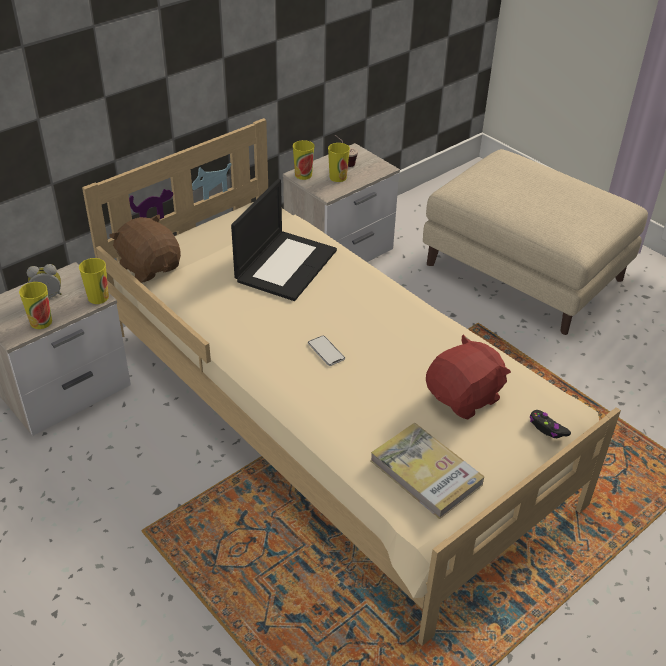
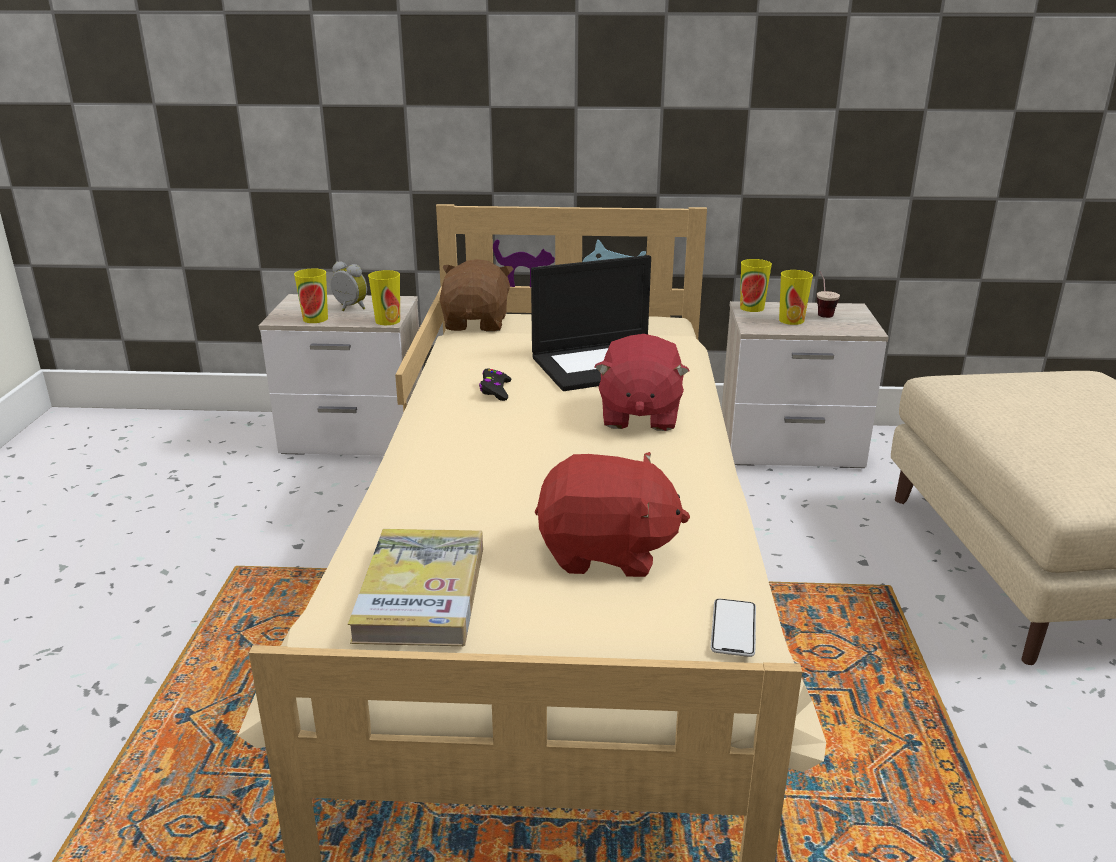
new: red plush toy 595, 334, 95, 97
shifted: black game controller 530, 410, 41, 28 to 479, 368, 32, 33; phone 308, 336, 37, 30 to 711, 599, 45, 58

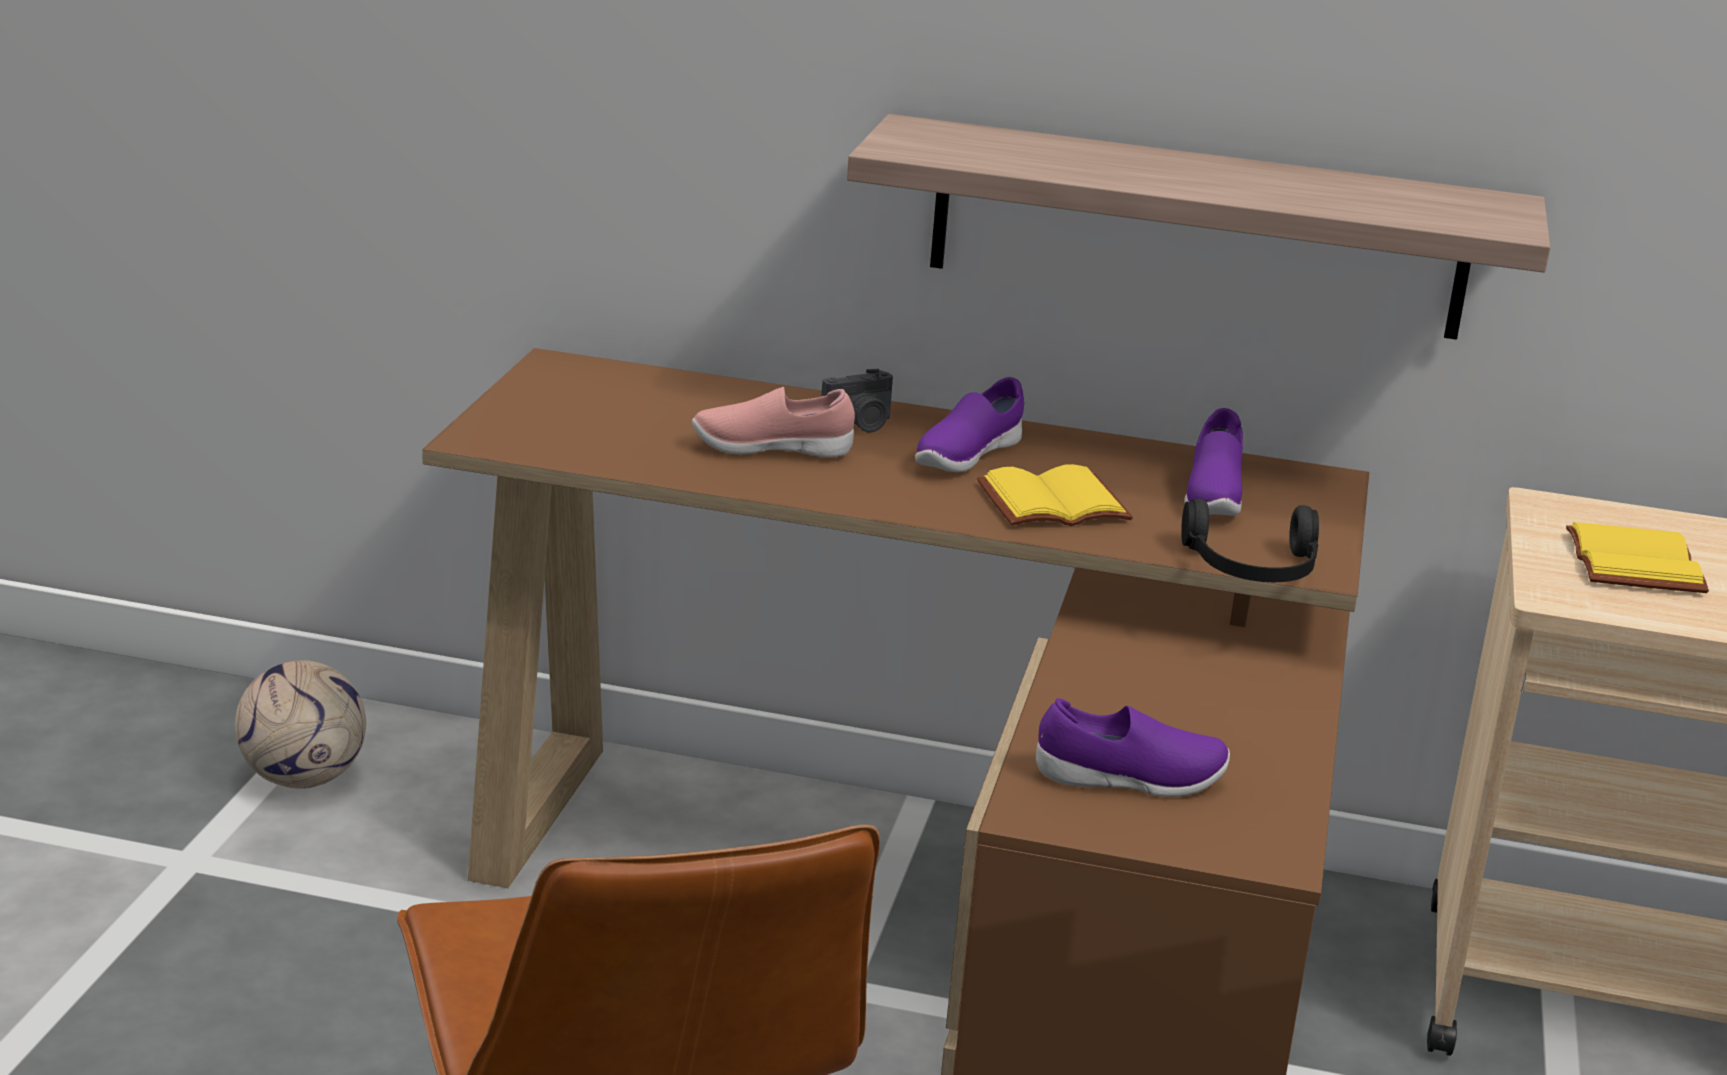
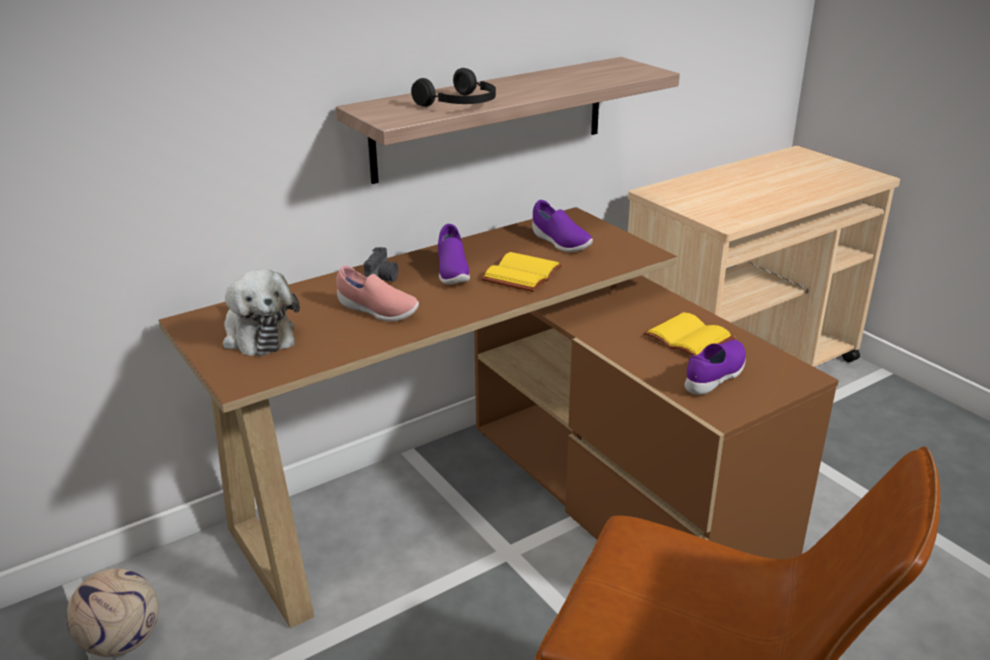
new: plush toy 223, 269, 77, 87
shifted: black headphones 1181, 499, 138, 83 to 411, 68, 85, 39; yellow book 1566, 522, 143, 71 to 643, 312, 92, 44
rotated: pink shoe 692, 387, 163, 70 = 336, 266, 83, 56 105 degrees counterclockwise

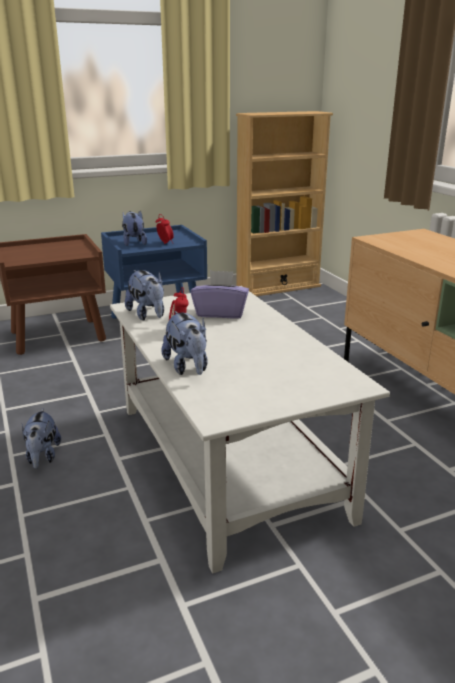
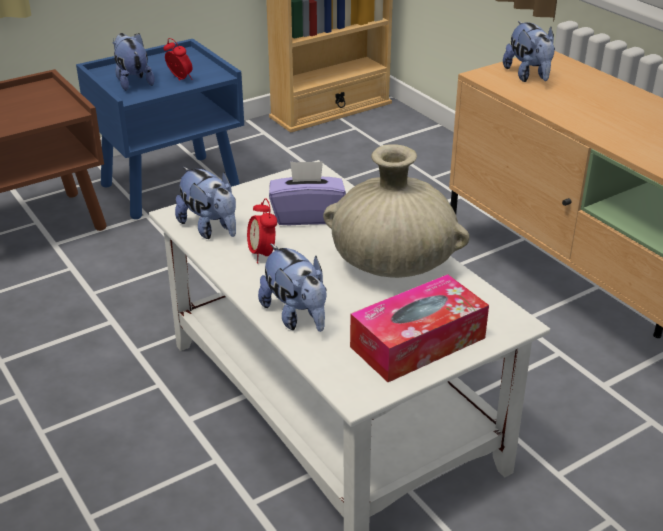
new: beige vase 323, 144, 147, 134; tissue box 350, 274, 139, 108
shifted: plush toy 22, 408, 39, 61 to 503, 21, 52, 61

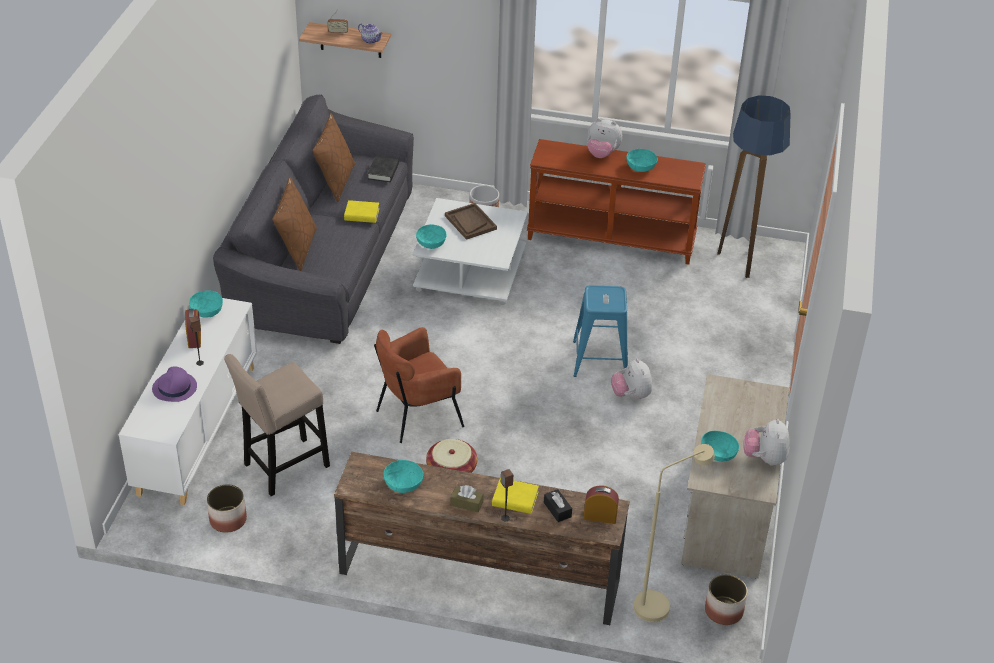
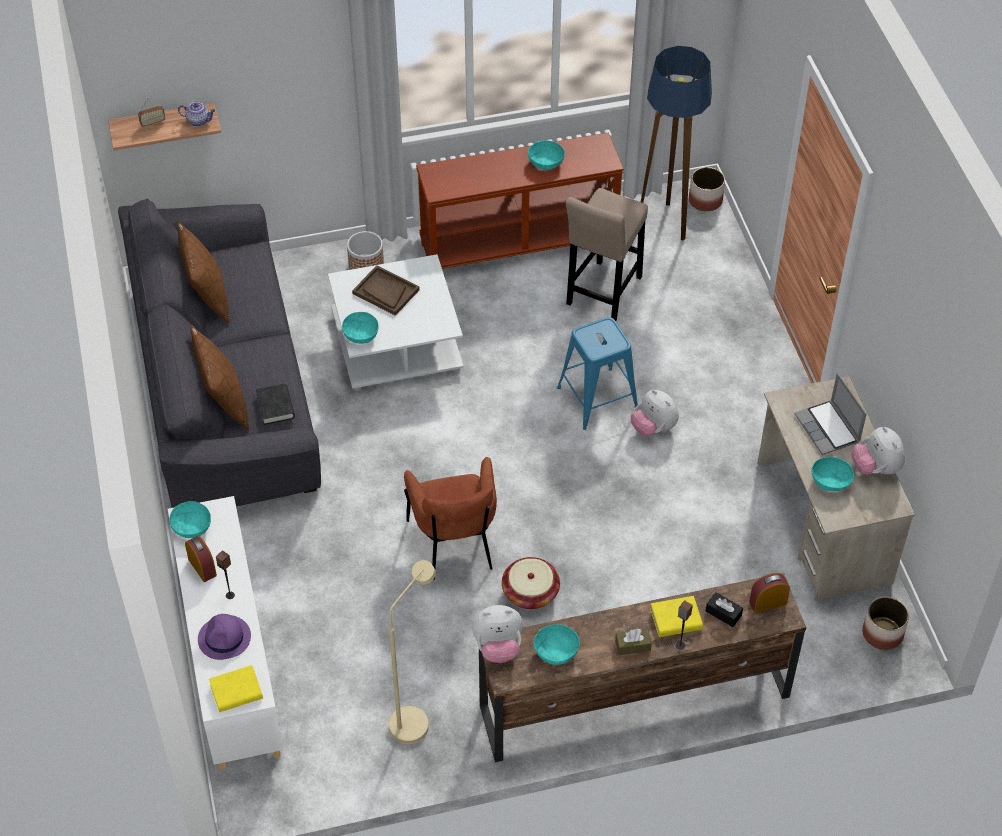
new: laptop 794, 373, 72, 82
shifted: yellow book 344, 200, 35, 23 to 209, 665, 54, 47; black book 368, 156, 31, 26 to 256, 384, 39, 41; beige floor lamp 634, 444, 81, 178 to 389, 560, 47, 184; plush toy 587, 119, 36, 39 to 472, 605, 51, 58; beige stool 224, 354, 106, 142 to 566, 188, 82, 133; planter 207, 484, 40, 49 to 689, 167, 36, 44
rotated: brown armchair 374, 327, 90, 116 = 404, 457, 93, 123 45 degrees counterclockwise

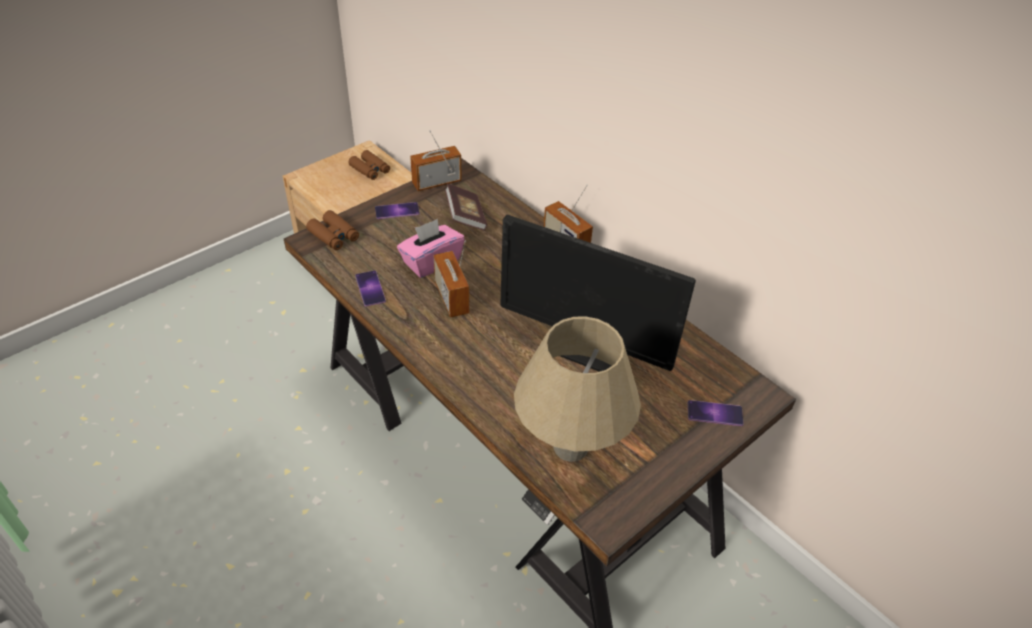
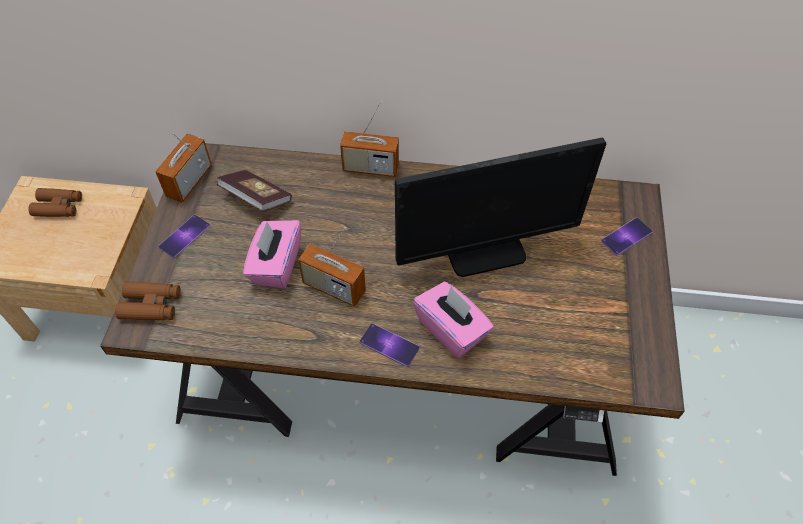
gone: beige table lamp 514, 316, 127, 146
new: pink tissue box 413, 282, 81, 76
shifted: phone 355, 270, 31, 36 to 359, 323, 61, 44

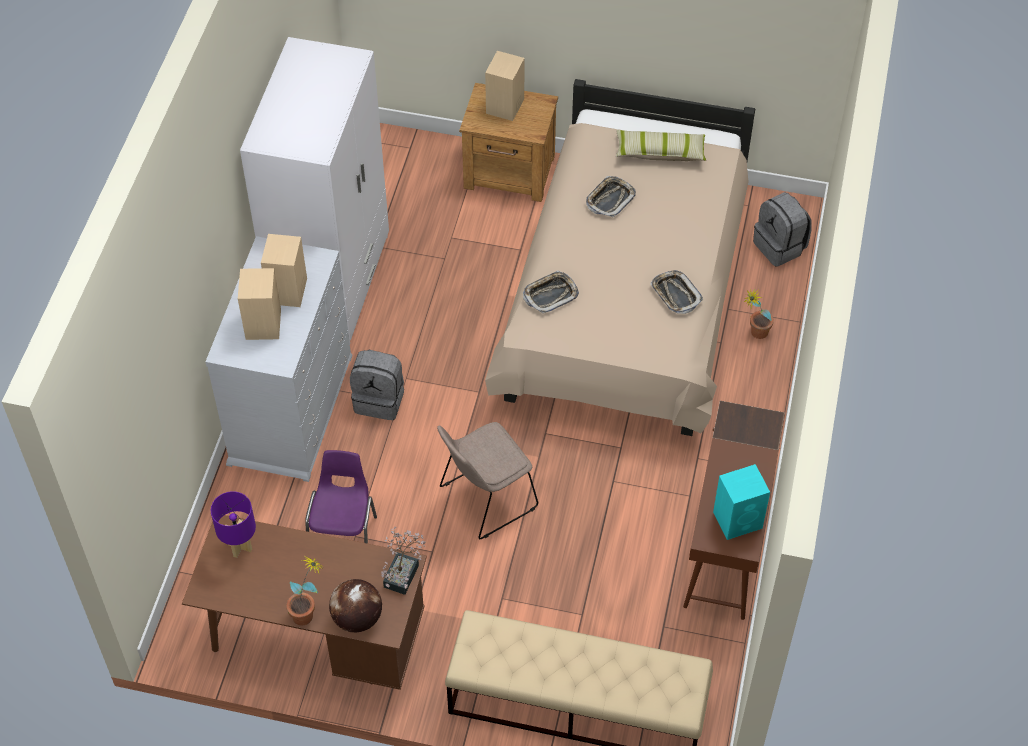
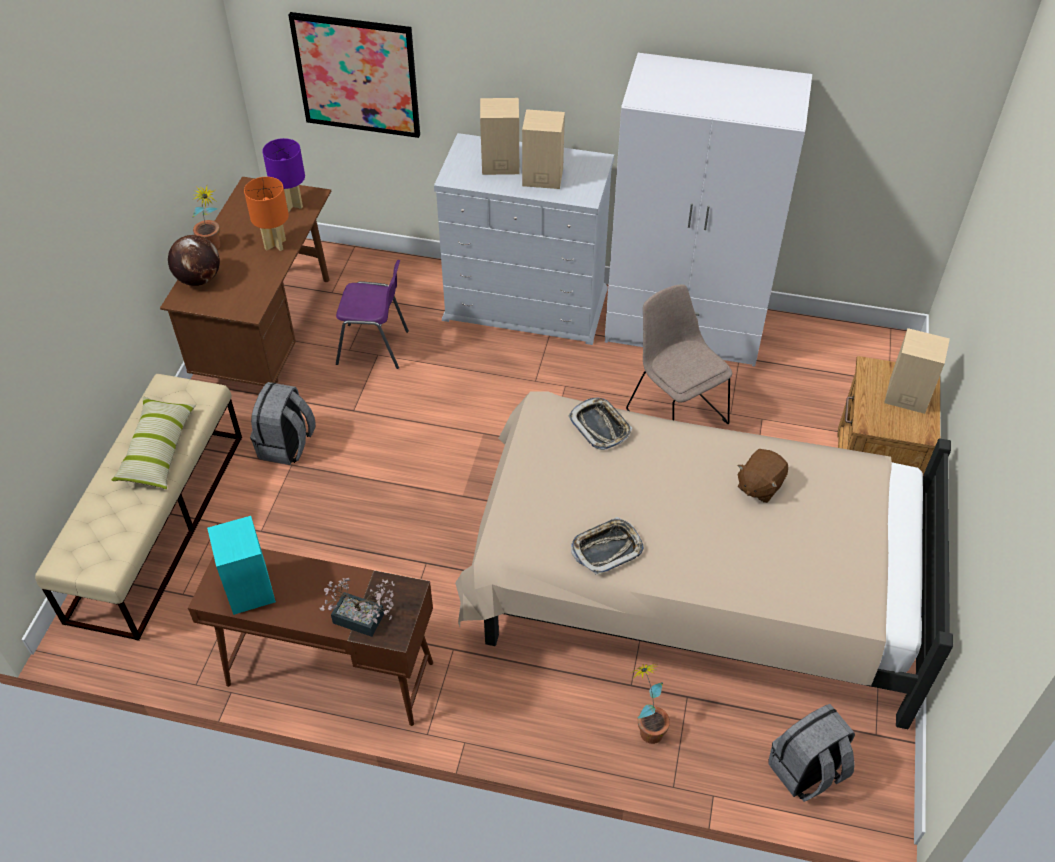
new: orange table lamp 244, 177, 45, 74; picture 288, 12, 132, 126
shifted: pillow 616, 130, 90, 31 to 111, 396, 85, 93; grey backpack 350, 350, 54, 70 to 250, 382, 66, 83; potted plant 381, 527, 45, 68 to 319, 578, 76, 59; beige chair 437, 422, 101, 117 to 626, 284, 106, 140
swapped: tray 586, 176, 50, 42 to brown plush toy 737, 449, 51, 54

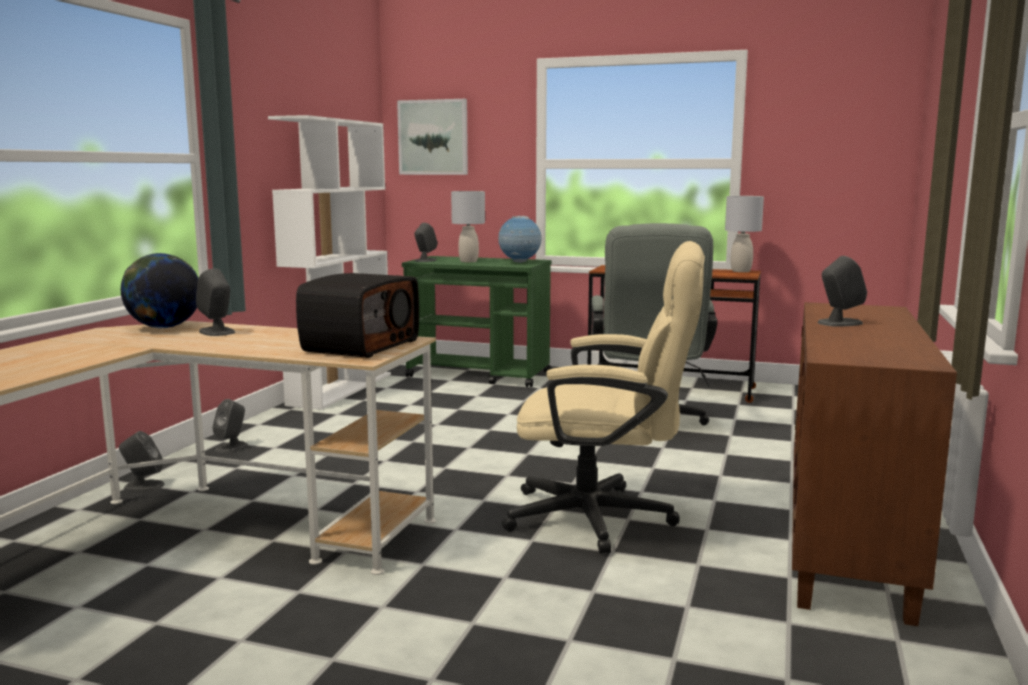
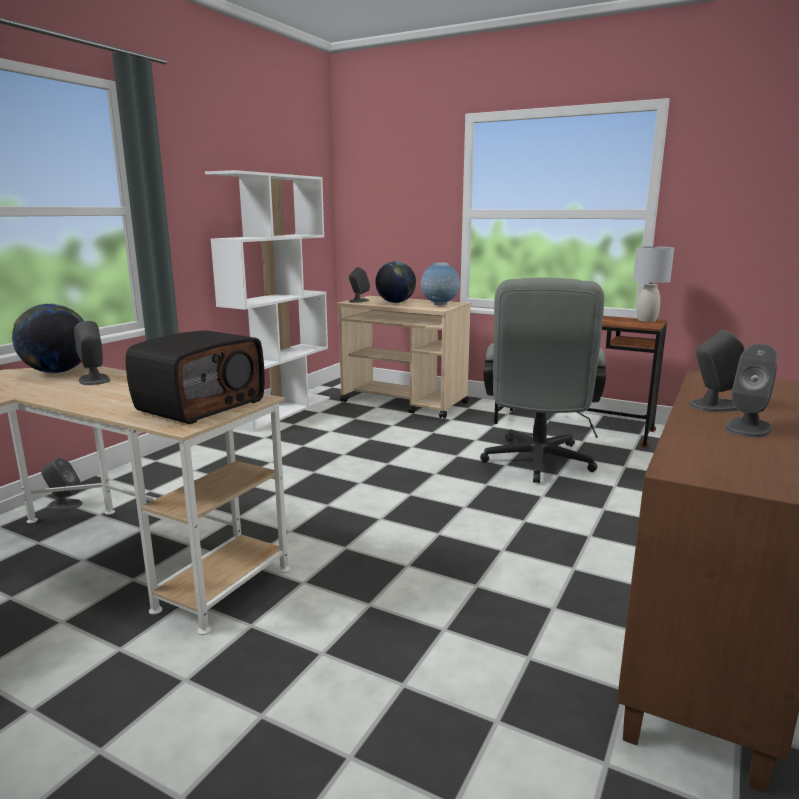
gone: picture 397, 99, 71, 76; beige office chair 501, 241, 204, 313
shifted: grey speaker 212, 399, 36, 54 to 725, 344, 52, 94
swapped: grey table lamp 451, 191, 34, 71 to globe 375, 261, 41, 42
repainted: green cart 402, 256, 150, 131 to beige cart 337, 296, 135, 123

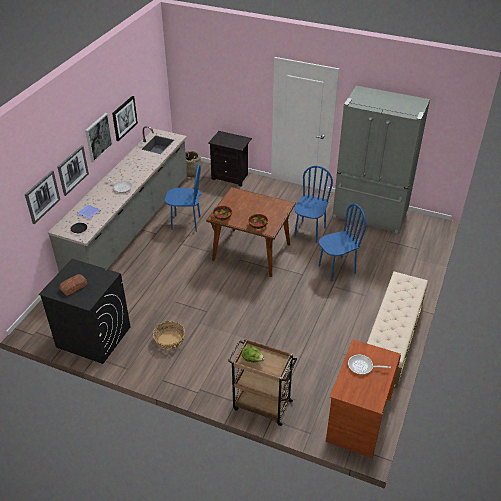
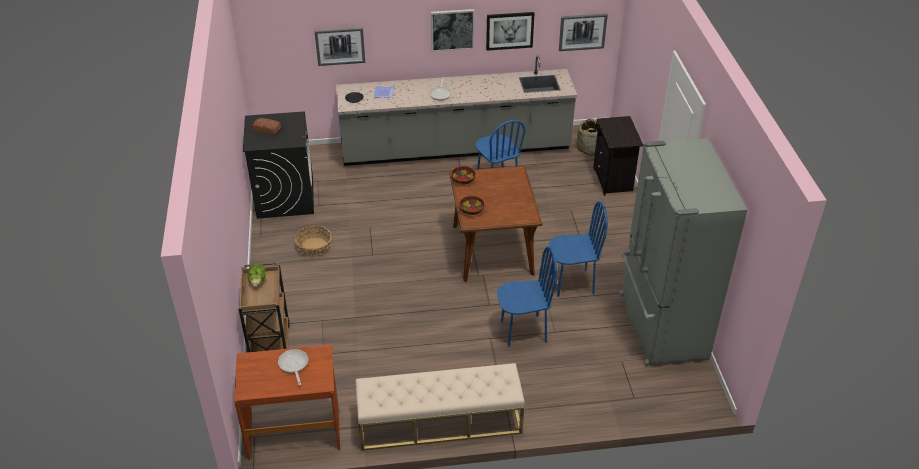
shifted: picture 58, 145, 31, 51 to 559, 14, 49, 37
rotated: blue chair 319, 204, 47, 78 = 497, 246, 60, 101 45 degrees counterclockwise

